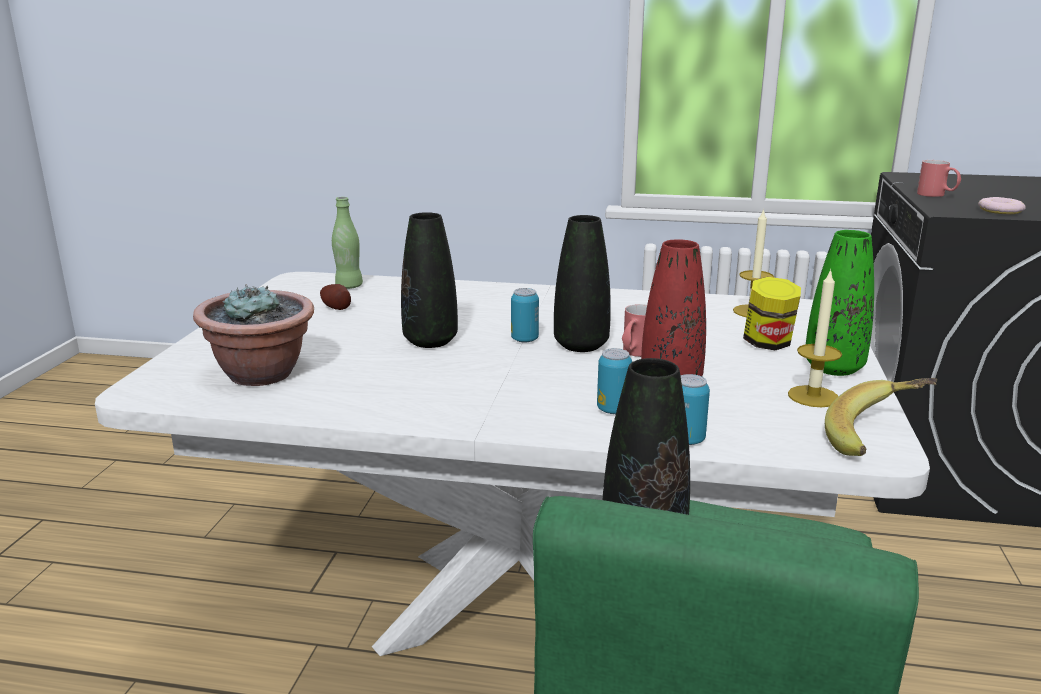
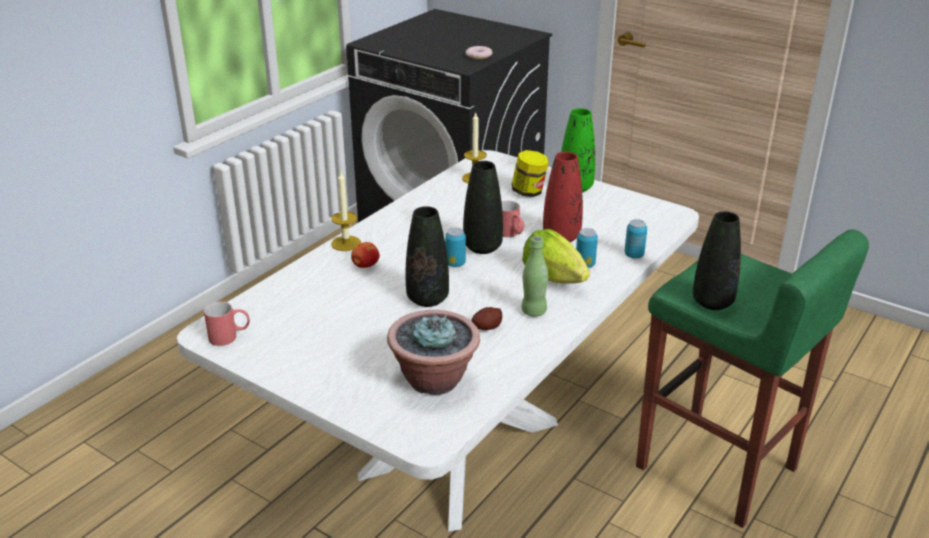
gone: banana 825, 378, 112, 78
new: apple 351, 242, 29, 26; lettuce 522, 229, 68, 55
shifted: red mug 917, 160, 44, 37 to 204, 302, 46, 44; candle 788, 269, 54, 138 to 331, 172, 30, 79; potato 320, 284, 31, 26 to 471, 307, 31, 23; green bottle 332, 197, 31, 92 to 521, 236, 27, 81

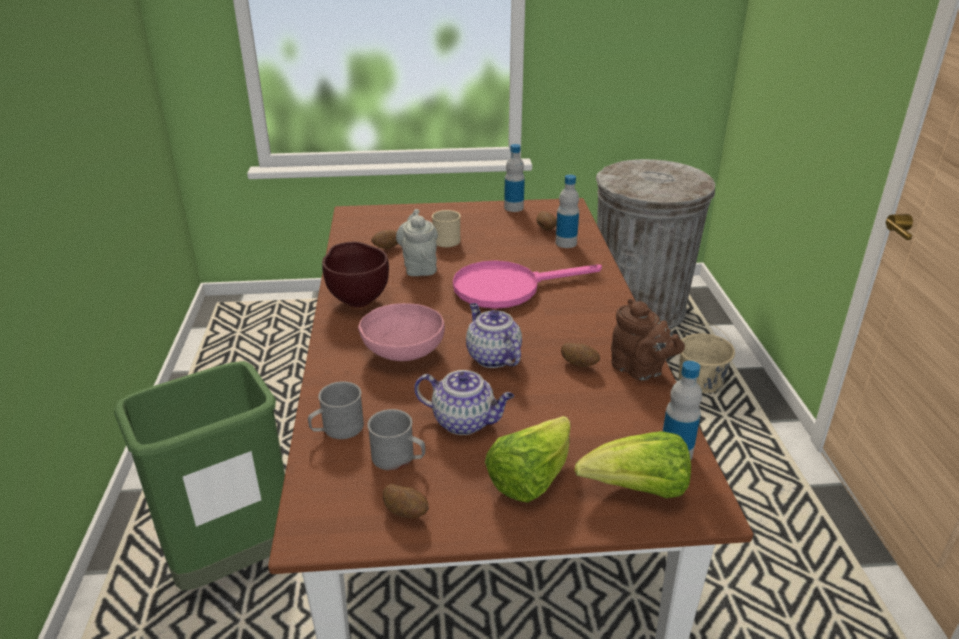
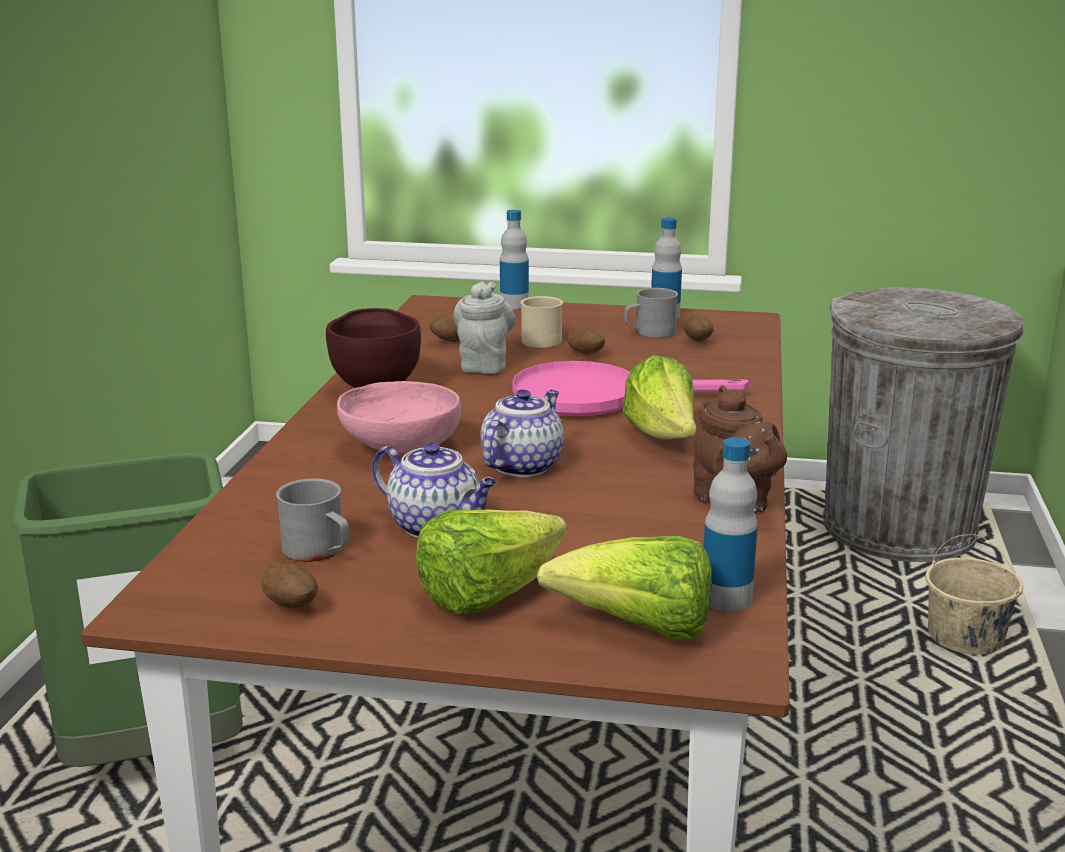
new: lettuce 623, 355, 73, 84
shifted: bottle 556, 175, 23, 73 to 500, 210, 29, 99; potato 561, 343, 39, 24 to 567, 326, 38, 29; grey mug 308, 381, 56, 58 to 624, 288, 54, 50
rotated: teapot 466, 303, 56, 65 = 480, 389, 84, 88 45 degrees clockwise

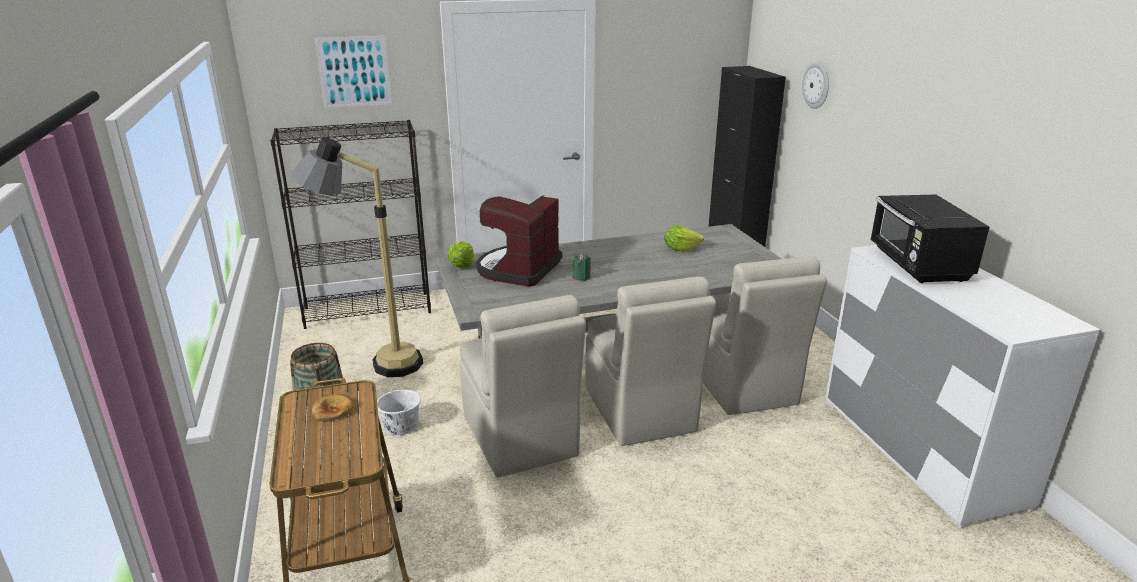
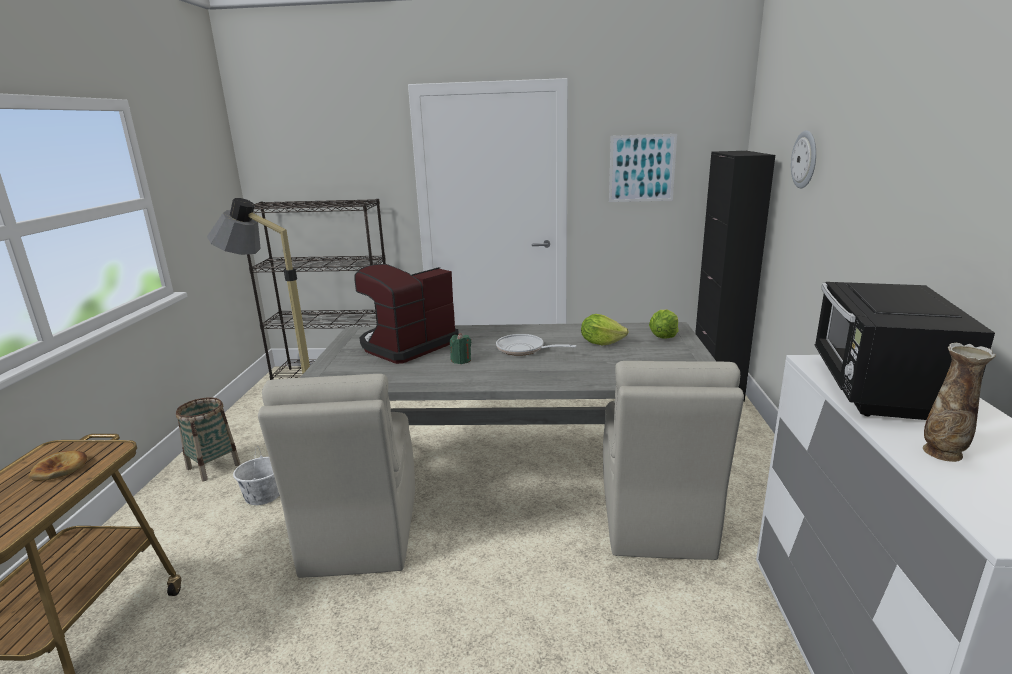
gone: beige chair 585, 276, 131, 170
new: frying pan 496, 334, 81, 22; vase 923, 343, 73, 119
shifted: picture 315, 36, 77, 72 to 609, 134, 68, 68; lettuce 448, 241, 27, 27 to 649, 310, 30, 28

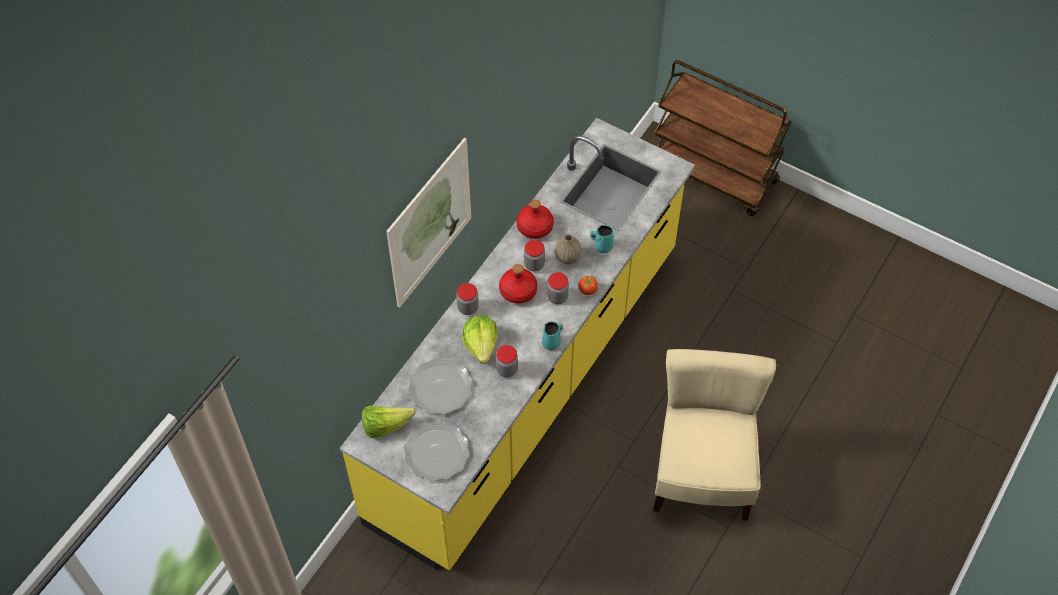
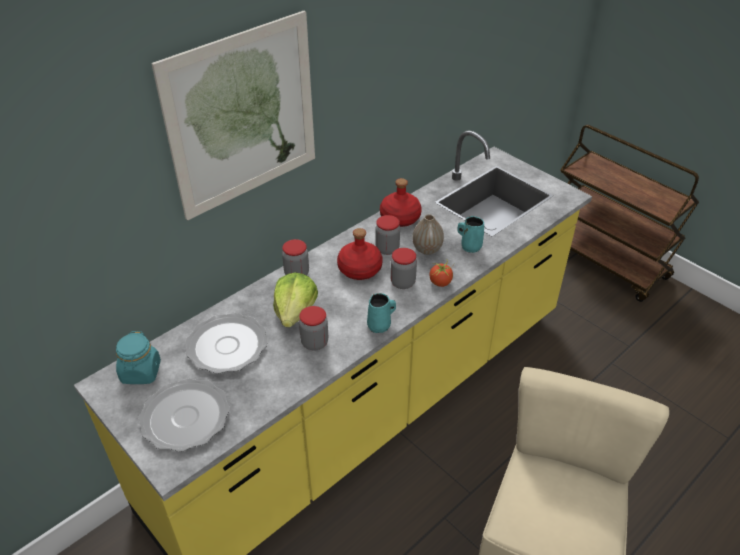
swapped: lettuce 362, 406, 54, 32 to turquoise jar 116, 331, 45, 53

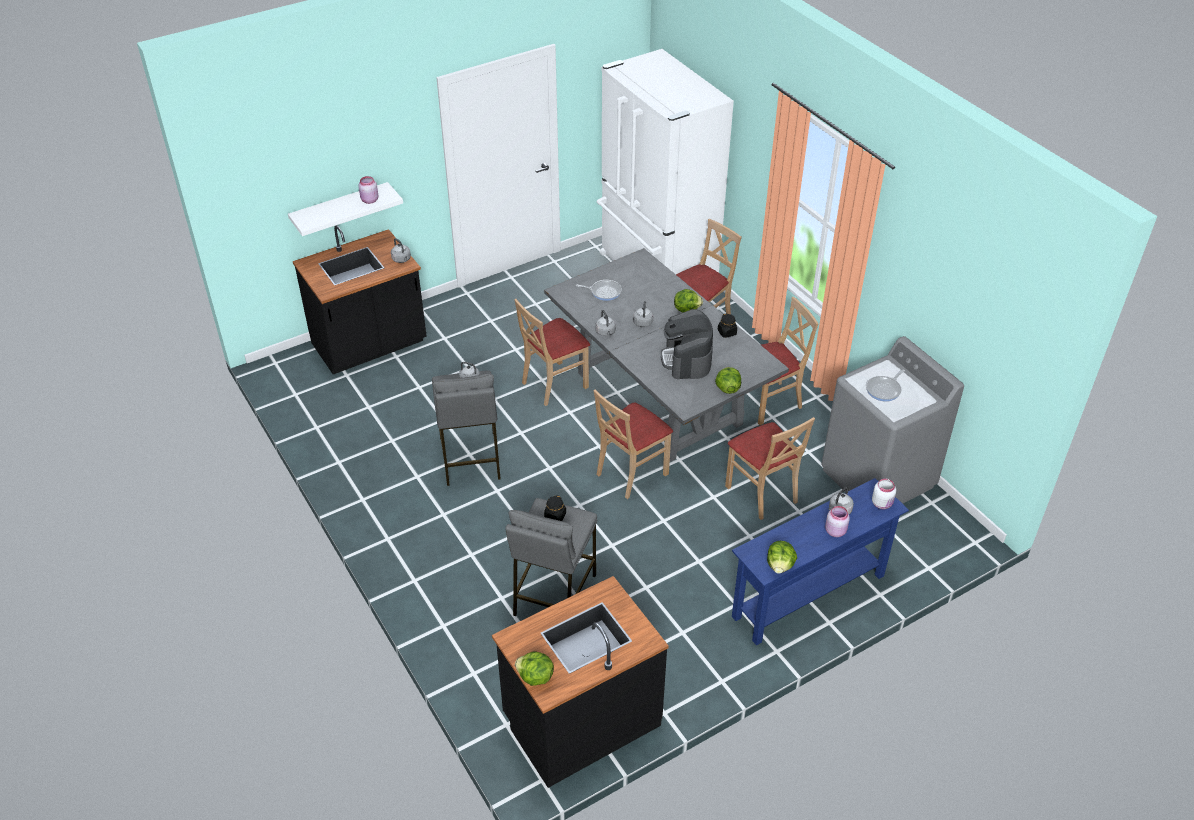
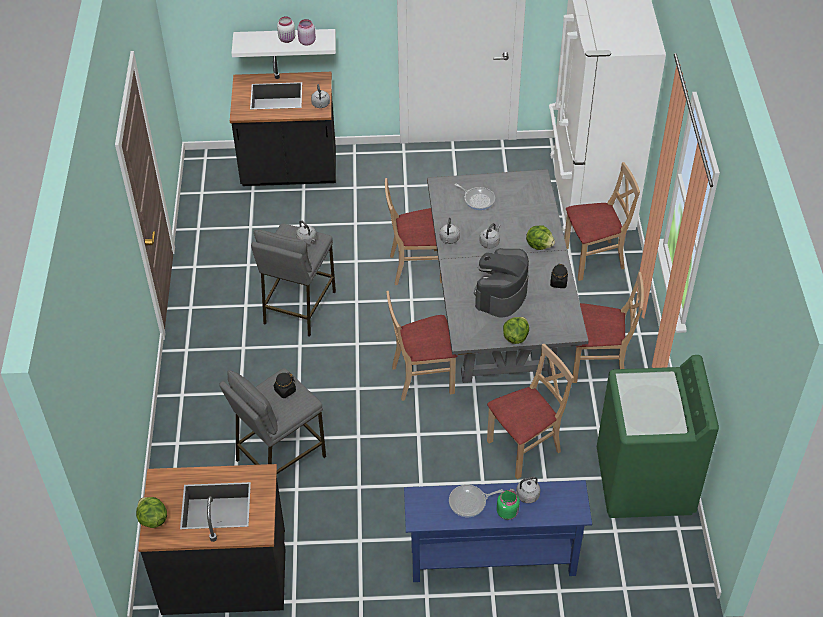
gone: lettuce 767, 541, 30, 33
shifted: white jar 872, 478, 24, 31 to 277, 16, 18, 27; frying pan 866, 370, 39, 31 to 449, 485, 54, 32
repainted: pink jar 825, 506, 25, 31 to green jar 497, 490, 23, 30; grey washing machine 821, 336, 143, 168 to green washing machine 597, 355, 122, 163
rotated: beige chair 725, 417, 90, 103 = 487, 344, 87, 135 120 degrees counterclockwise

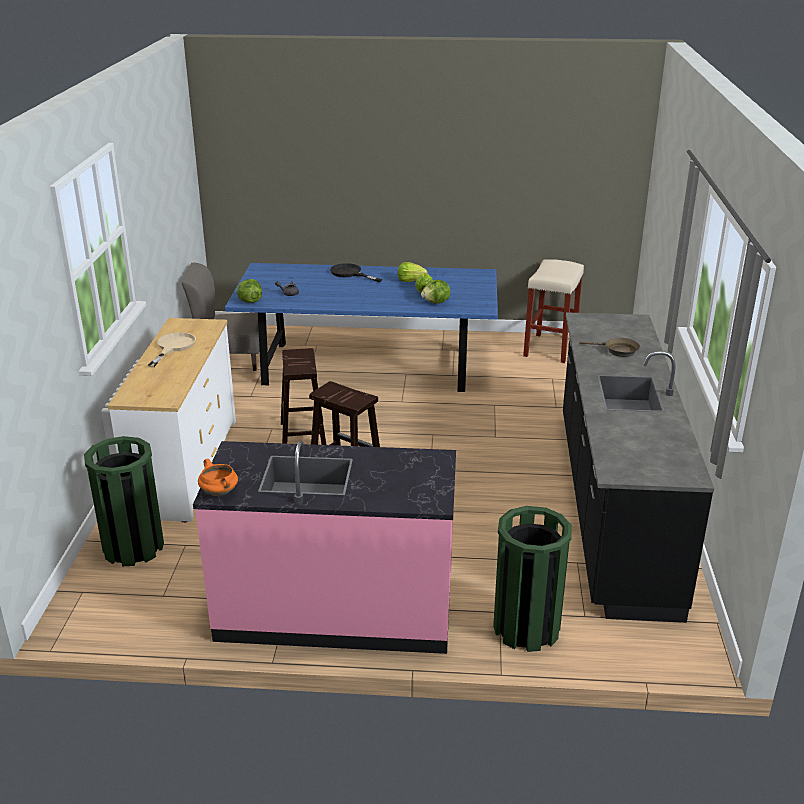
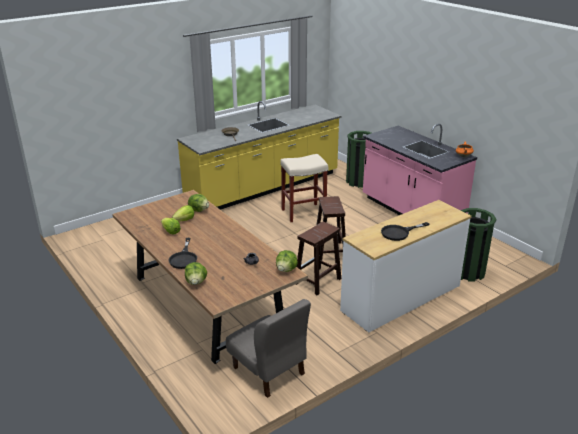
new: lettuce 185, 262, 22, 23
shifted: beige stool 523, 259, 61, 104 to 280, 154, 48, 68
repainted: blue dining table 225, 263, 273, 129 to brown dining table 112, 190, 196, 174; black counter 563, 312, 151, 311 to yellow counter 177, 101, 165, 109; beige frying pan 148, 332, 48, 35 to black frying pan 381, 222, 48, 19

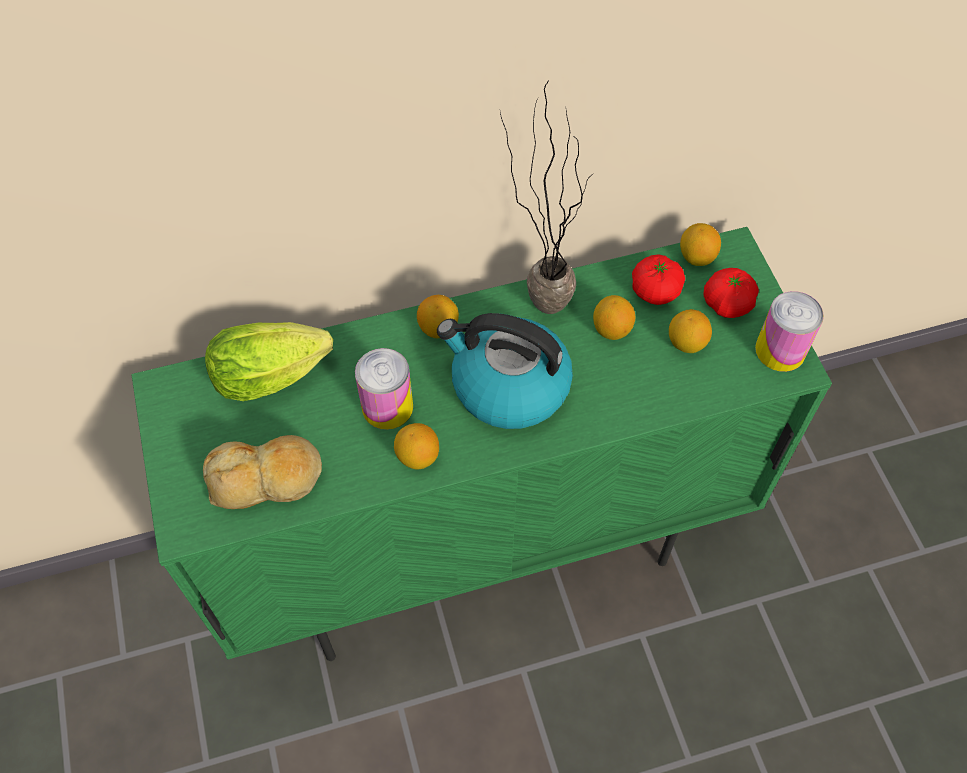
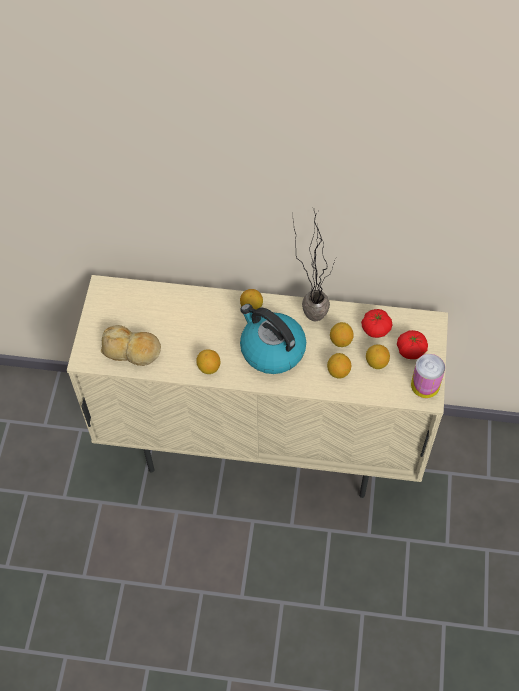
gone: lettuce 205, 322, 128, 79; can 355, 348, 58, 82
shifted: lemon 680, 223, 41, 43 to 327, 353, 24, 26
repainted: green cabinet 132, 227, 700, 434 to beige cabinet 67, 275, 381, 223

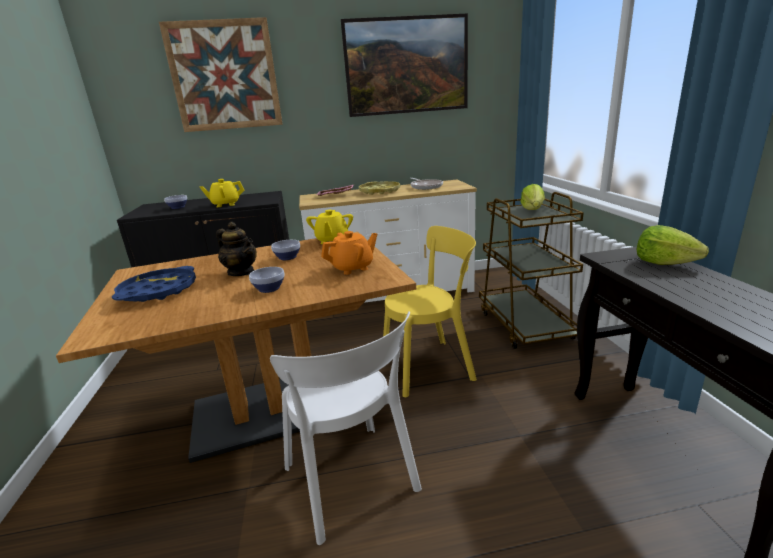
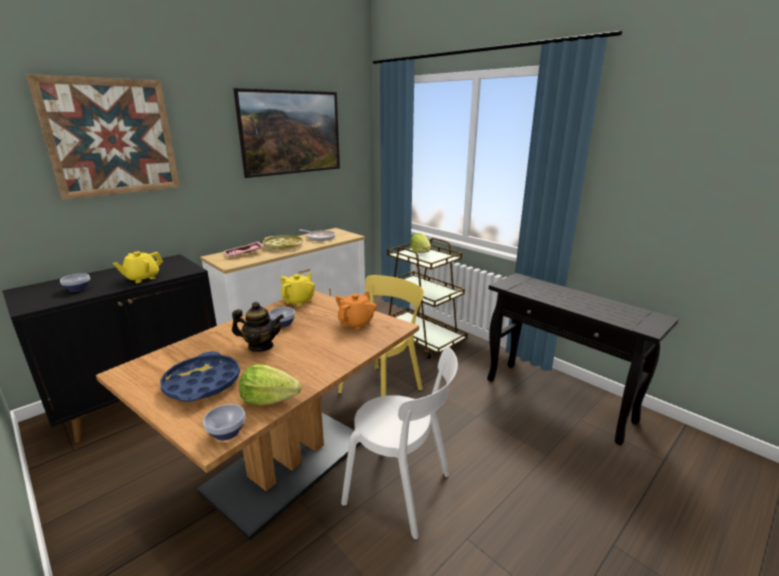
shifted: bowl 249, 267, 35, 26 to 203, 404, 42, 36; lettuce 636, 225, 73, 40 to 239, 364, 63, 41
rotated: yellow teapot 306, 210, 47, 34 = 280, 273, 35, 33 120 degrees counterclockwise

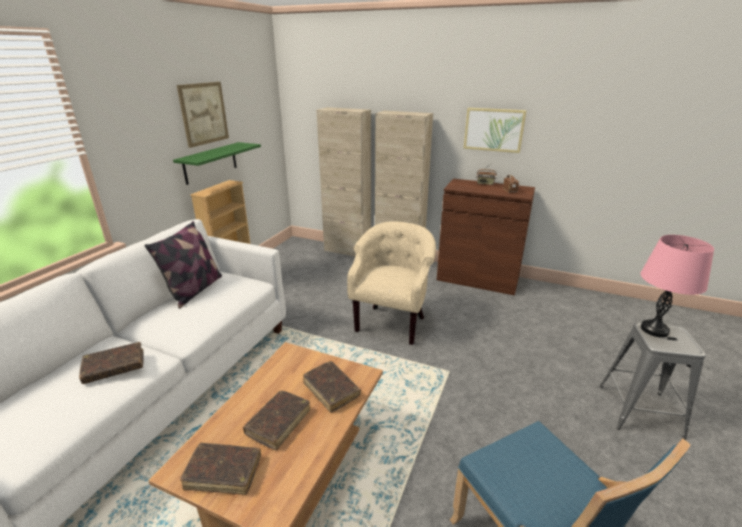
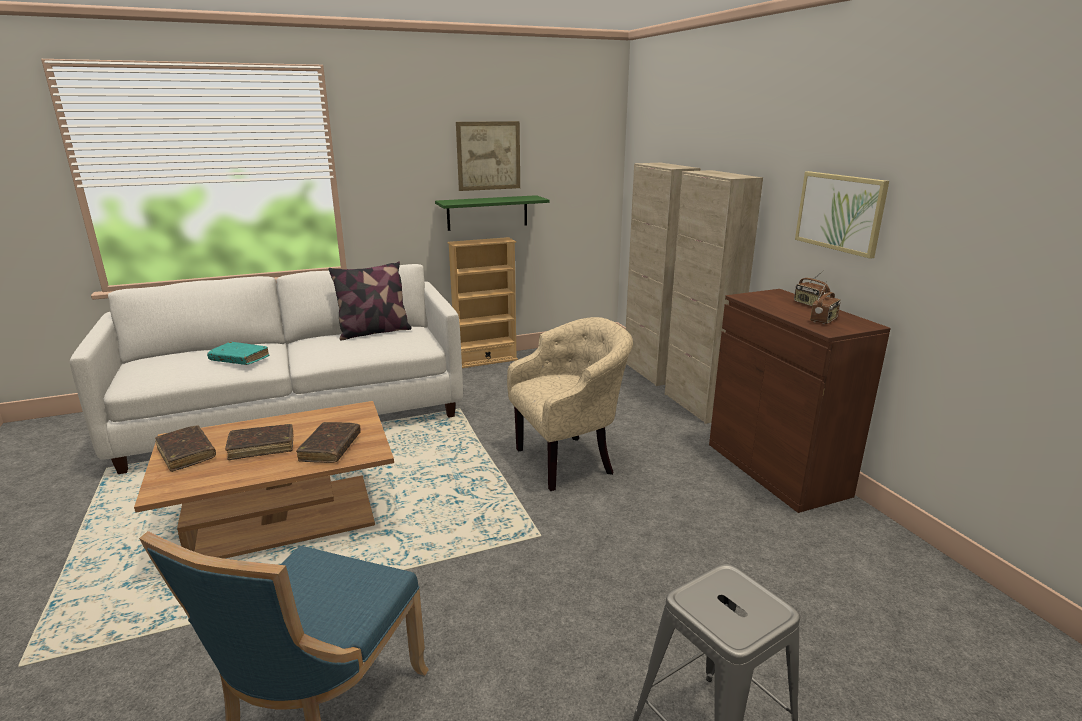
gone: pink table lamp 641, 235, 73, 102
repainted: brown book 79, 342, 65, 42 to turquoise book 207, 342, 62, 23

